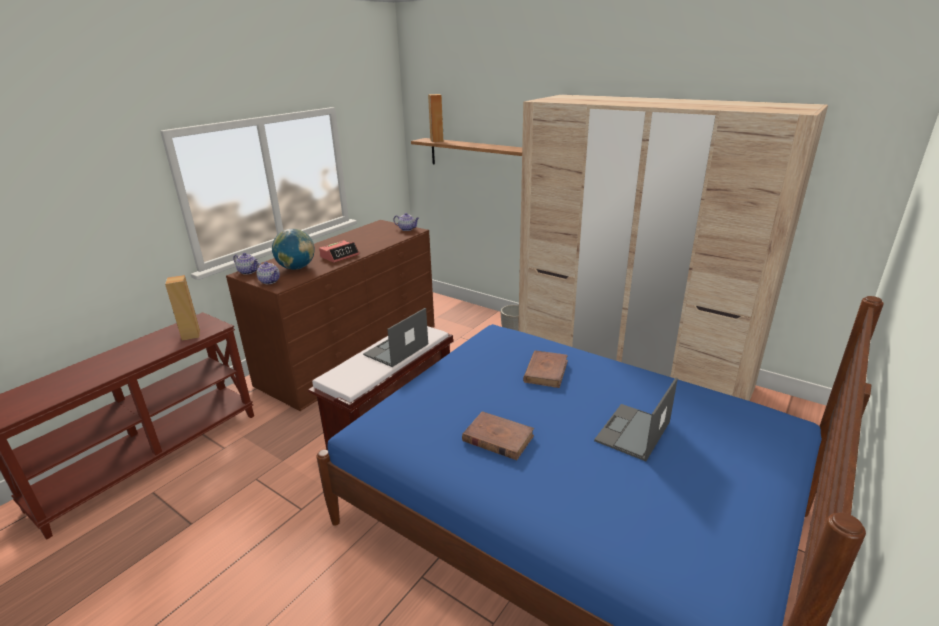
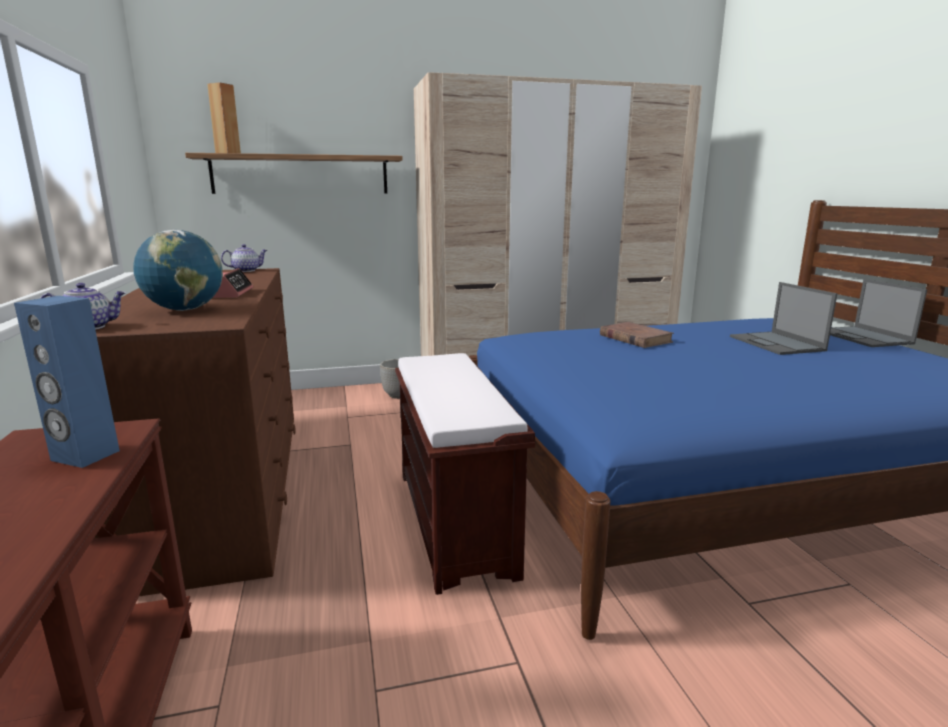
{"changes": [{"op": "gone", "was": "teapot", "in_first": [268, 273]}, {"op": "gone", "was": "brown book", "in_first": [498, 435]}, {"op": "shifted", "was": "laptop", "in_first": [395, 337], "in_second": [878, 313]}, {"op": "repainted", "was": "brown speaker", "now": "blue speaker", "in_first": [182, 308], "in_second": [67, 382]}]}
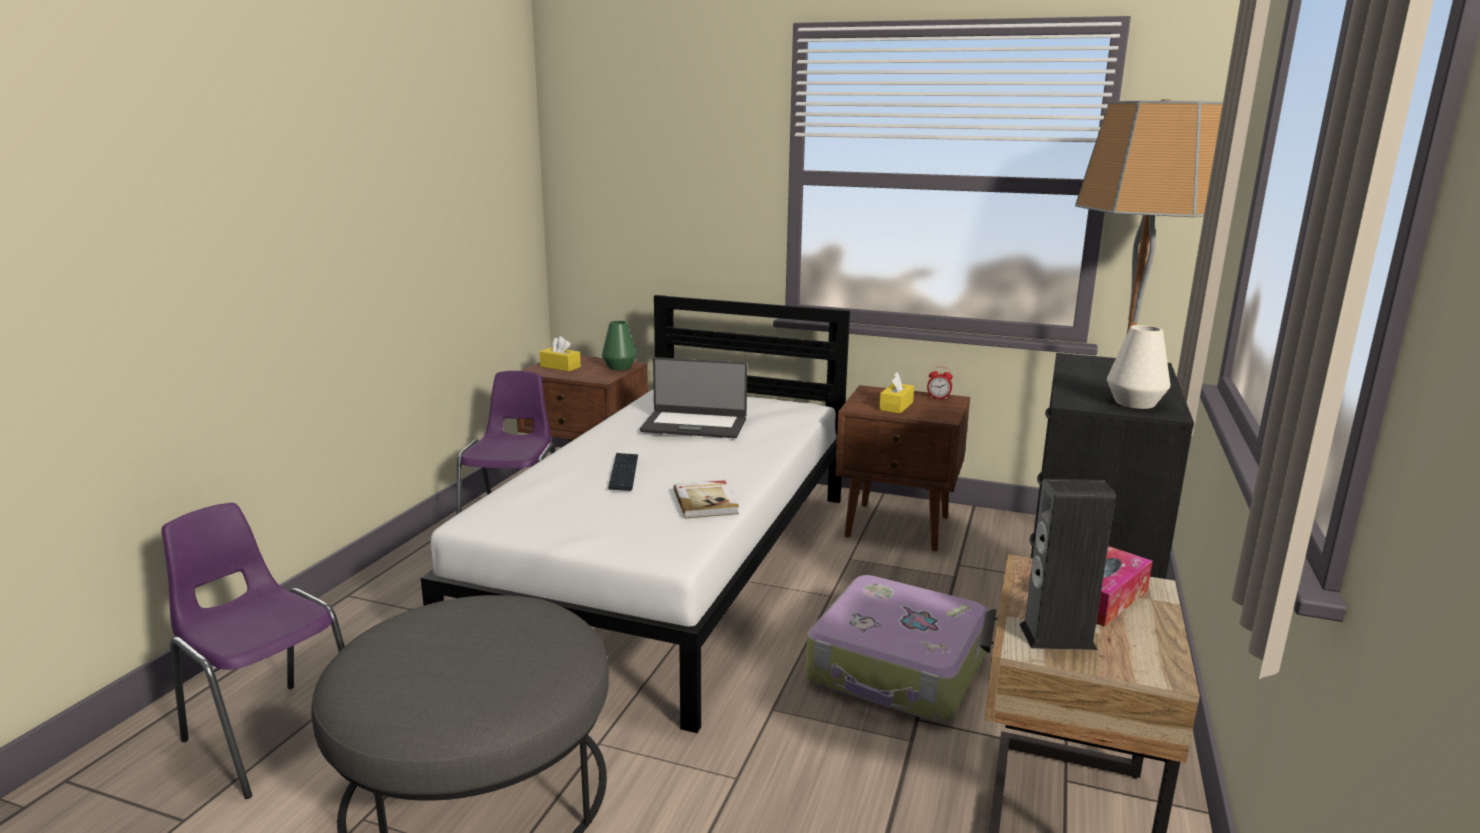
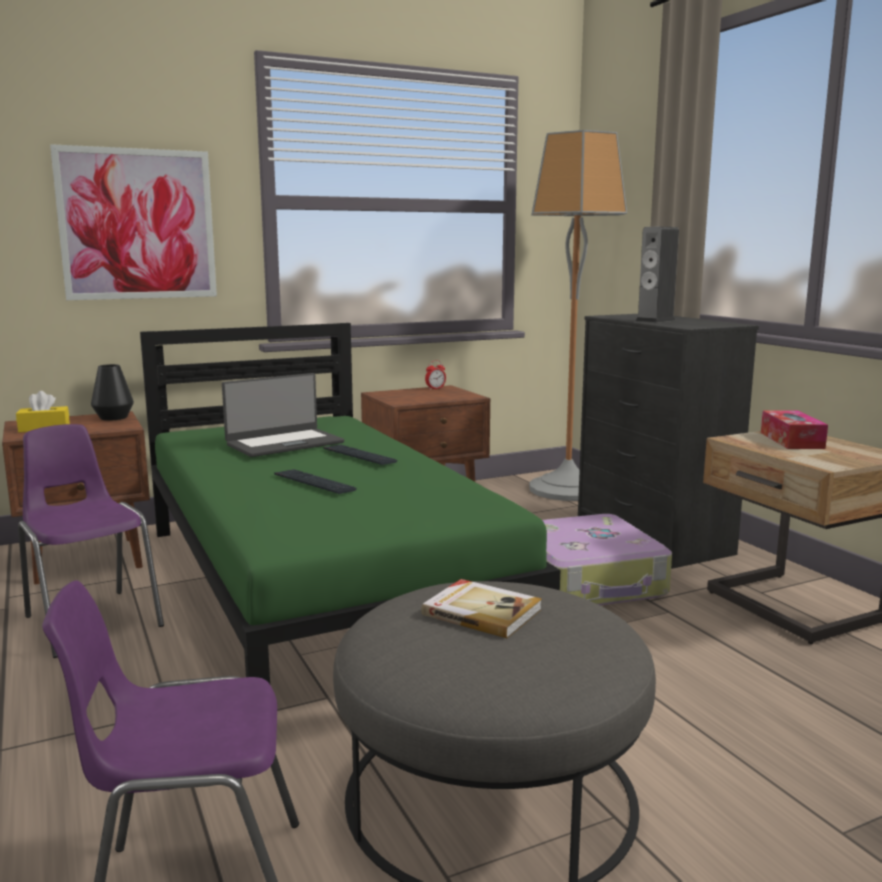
{"changes": [{"op": "gone", "was": "yellow tissue box", "in_first": [896, 393]}, {"op": "gone", "was": "white vase", "in_first": [1138, 367]}, {"op": "new", "now": "picture", "in_second": [133, 222]}, {"op": "new", "now": "keyboard", "in_second": [360, 455]}, {"op": "shifted", "was": "book", "in_first": [706, 499], "in_second": [481, 608]}, {"op": "shifted", "was": "speaker", "in_first": [1067, 564], "in_second": [657, 275]}, {"op": "repainted", "was": "white bed", "now": "green bed", "in_first": [635, 514], "in_second": [350, 503]}, {"op": "repainted", "was": "green vase", "now": "black vase", "in_first": [619, 345], "in_second": [112, 392]}]}
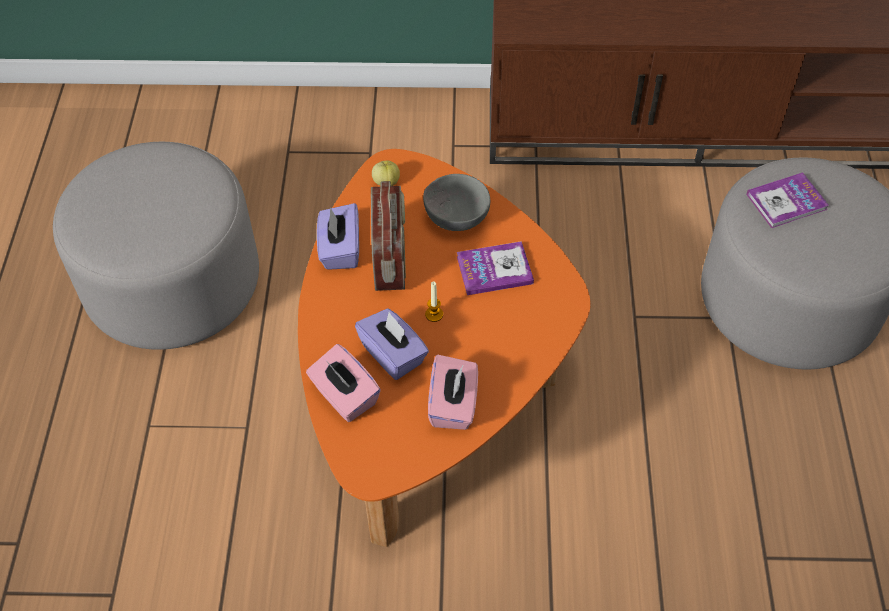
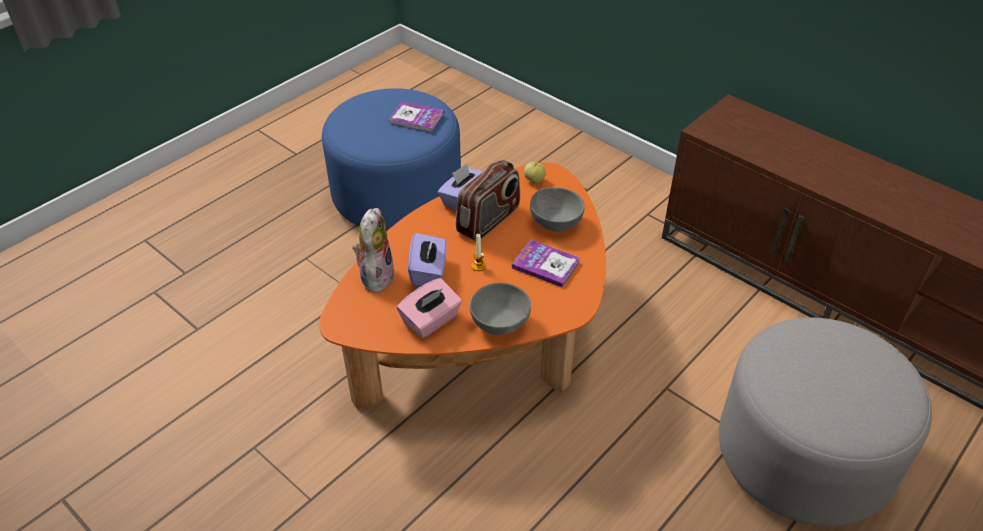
{"changes": [{"op": "new", "now": "grey bowl", "in_second": [500, 309]}, {"op": "shifted", "was": "book", "in_first": [787, 200], "in_second": [416, 116]}, {"op": "swapped", "was": "pink tissue box", "now": "plush toy", "in_first": [343, 383], "in_second": [373, 250]}, {"op": "repainted", "was": "grey ottoman", "now": "blue ottoman", "in_first": [156, 246], "in_second": [391, 159]}]}
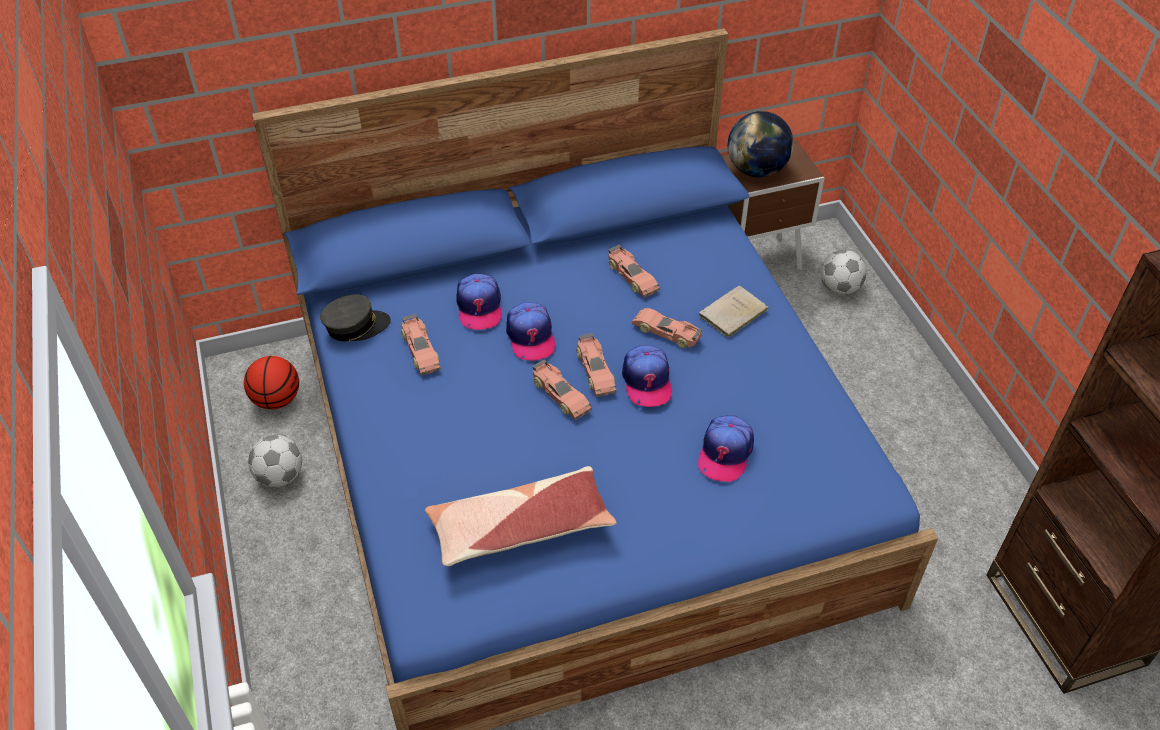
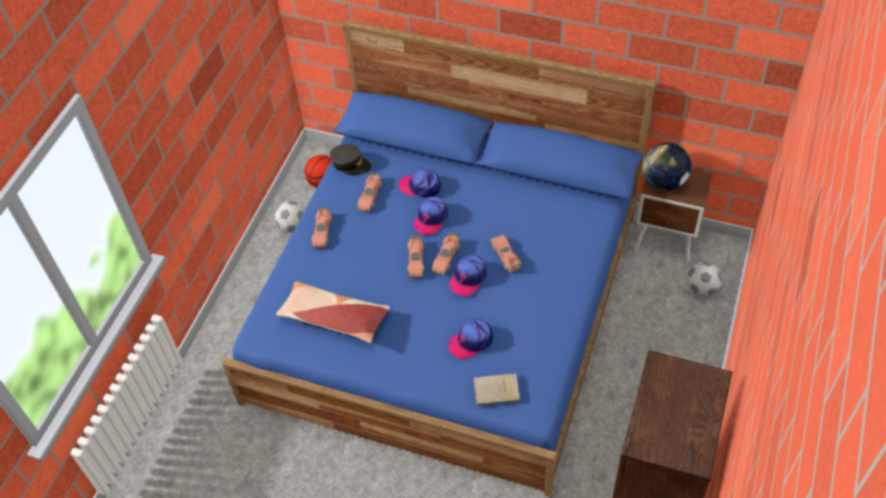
{"changes": [{"op": "shifted", "was": "toy car", "in_first": [634, 271], "in_second": [322, 227]}, {"op": "shifted", "was": "beige book", "in_first": [733, 312], "in_second": [496, 390]}, {"op": "rotated", "was": "cap", "in_first": [479, 302], "in_second": [420, 183], "clockwise": 75}]}
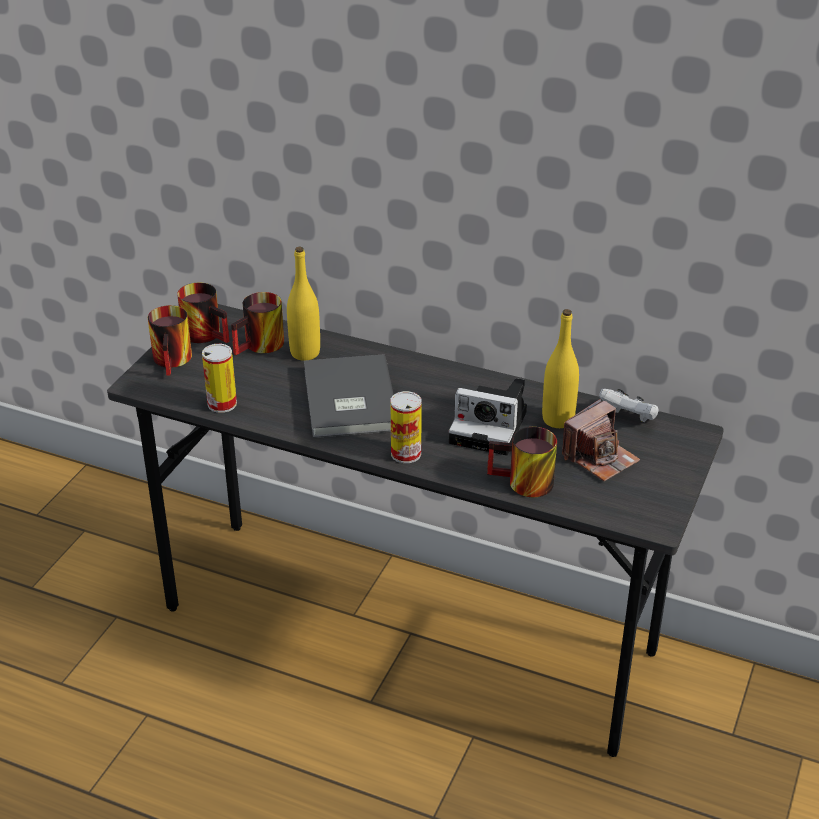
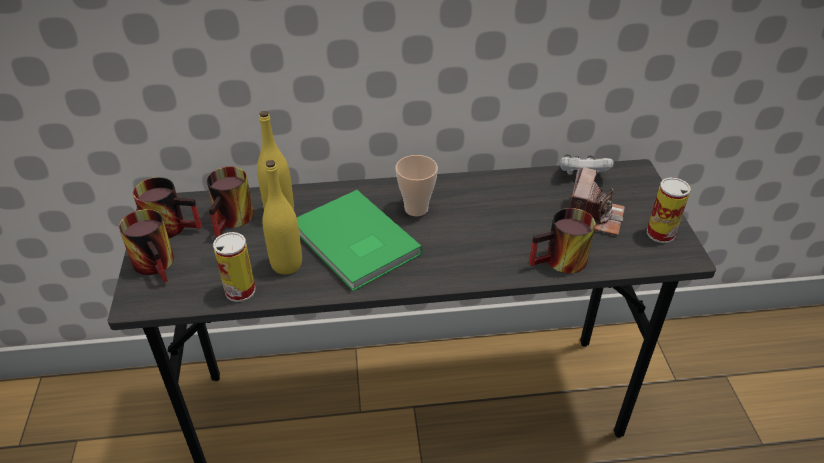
{"changes": [{"op": "gone", "was": "photo camera", "in_first": [488, 416]}, {"op": "new", "now": "cup", "in_second": [416, 185]}, {"op": "shifted", "was": "can", "in_first": [406, 427], "in_second": [669, 210]}, {"op": "shifted", "was": "yellow bottle", "in_first": [560, 368], "in_second": [282, 217]}, {"op": "repainted", "was": "grey book", "now": "green book", "in_first": [349, 396], "in_second": [360, 240]}]}
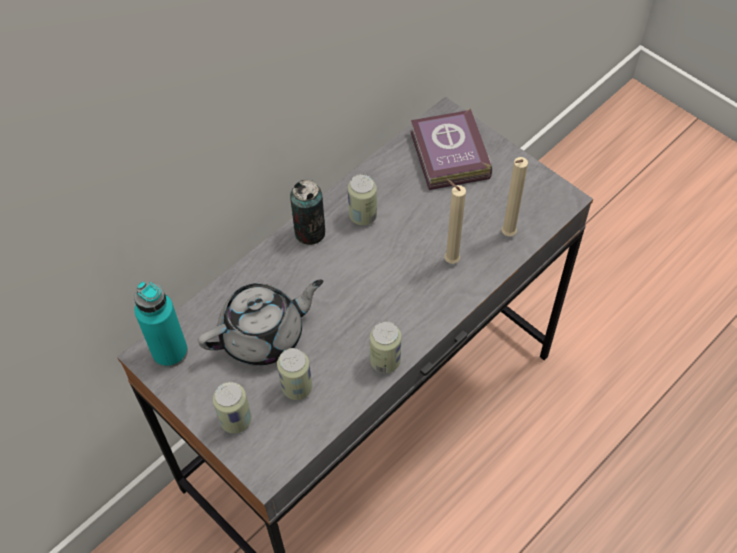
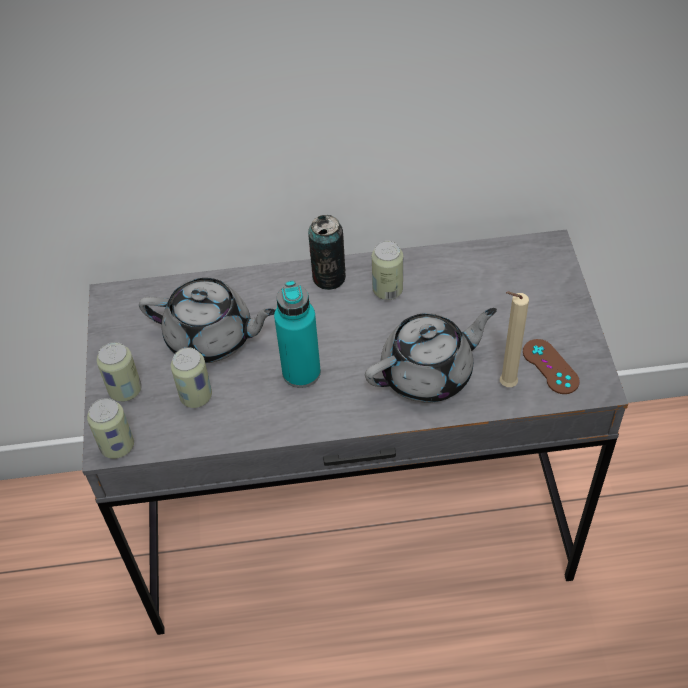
{"changes": [{"op": "gone", "was": "book", "in_first": [451, 149]}, {"op": "new", "now": "brown game controller", "in_second": [551, 366]}, {"op": "shifted", "was": "turquoise bottle", "in_first": [161, 324], "in_second": [297, 334]}, {"op": "shifted", "was": "can", "in_first": [385, 347], "in_second": [110, 428]}, {"op": "swapped", "was": "beige candle", "now": "grey teapot", "in_first": [455, 221], "in_second": [431, 355]}]}
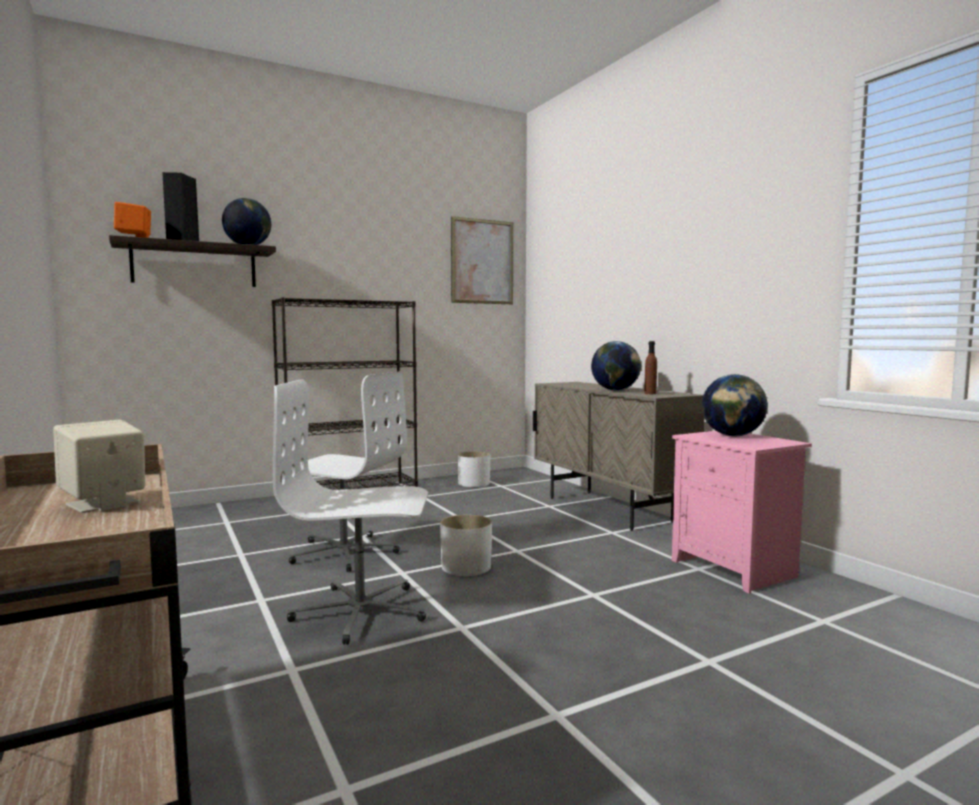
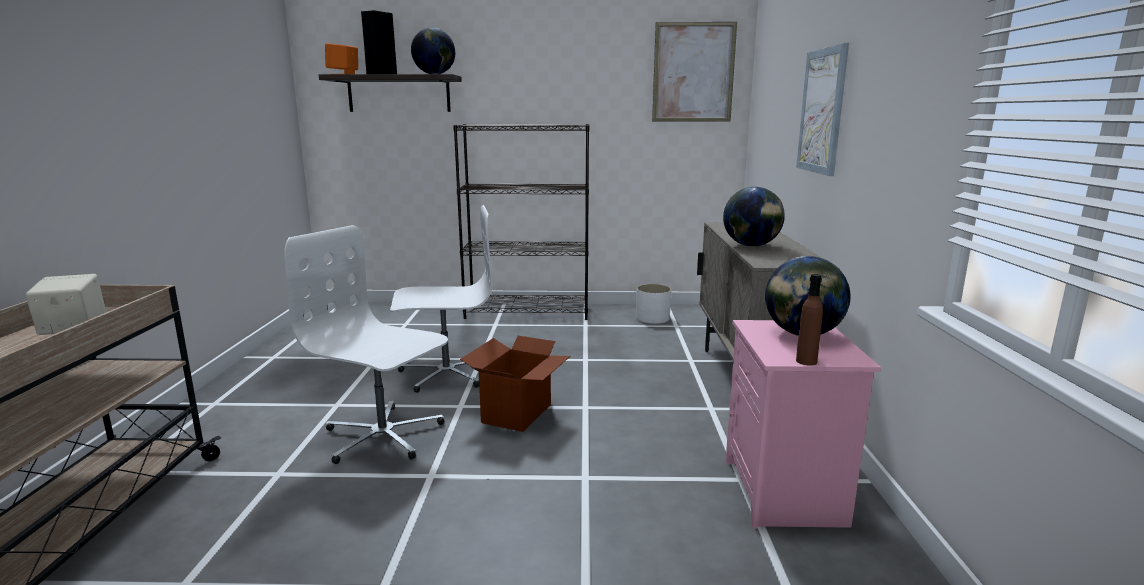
{"changes": [{"op": "new", "now": "picture", "in_second": [822, 109]}, {"op": "shifted", "was": "brown bottle", "in_first": [650, 367], "in_second": [809, 319]}, {"op": "swapped", "was": "white planter", "now": "cardboard box", "in_first": [466, 545], "in_second": [515, 384]}, {"op": "rotated", "was": "white office chair", "in_first": [348, 471], "in_second": [441, 299], "clockwise": -60}]}
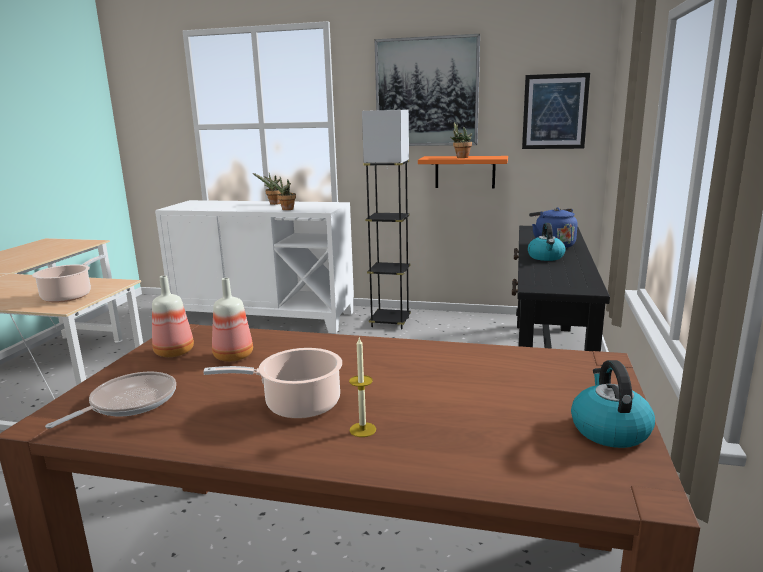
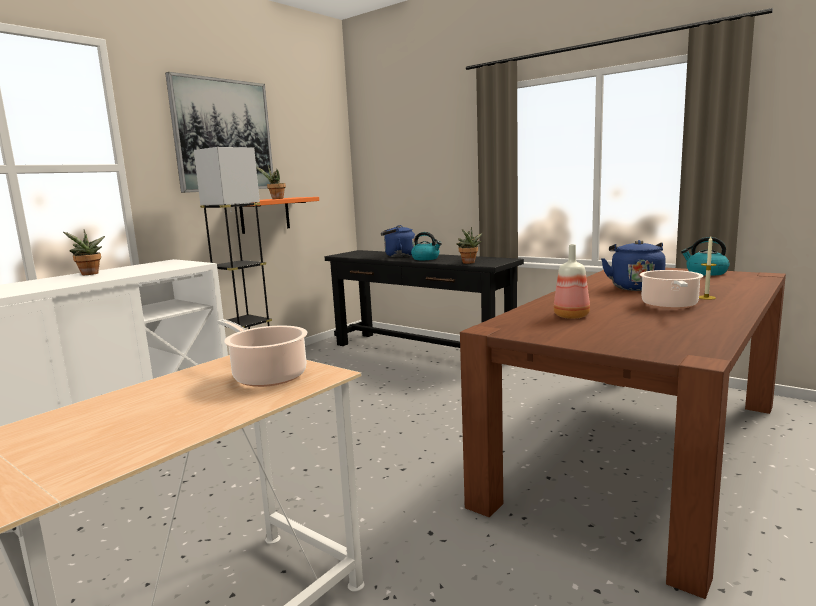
{"changes": [{"op": "gone", "was": "frying pan", "in_first": [110, 400]}, {"op": "gone", "was": "bottle", "in_first": [173, 316]}, {"op": "gone", "was": "picture", "in_first": [556, 111]}, {"op": "new", "now": "blue kettle", "in_second": [633, 265]}, {"op": "shifted", "was": "potted plant", "in_first": [280, 193], "in_second": [469, 245]}]}
